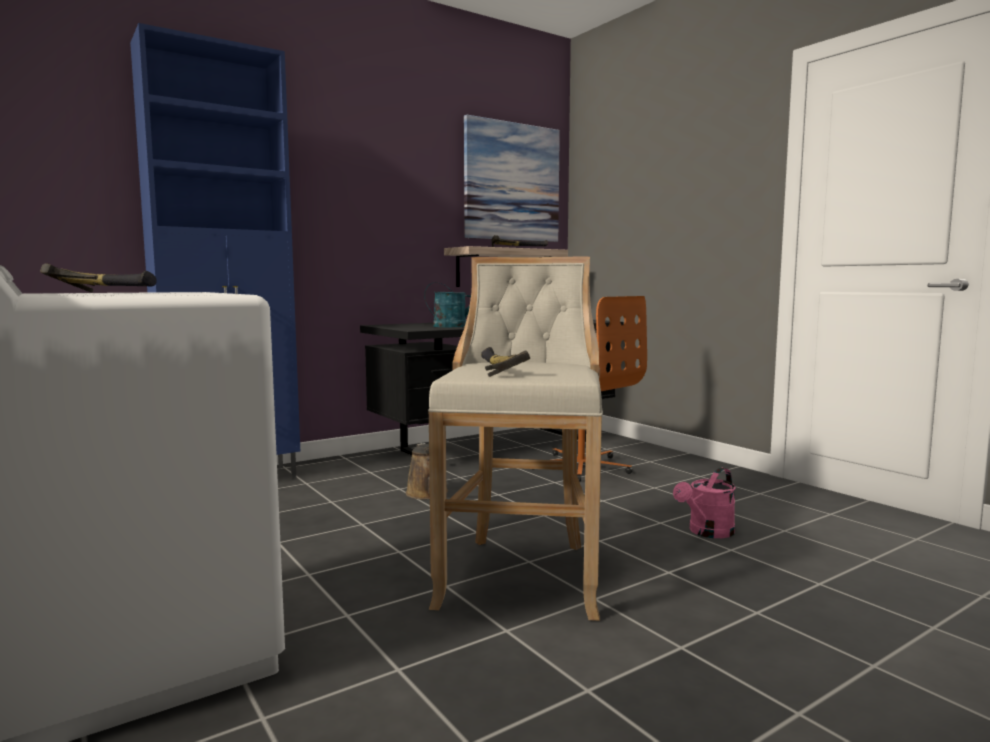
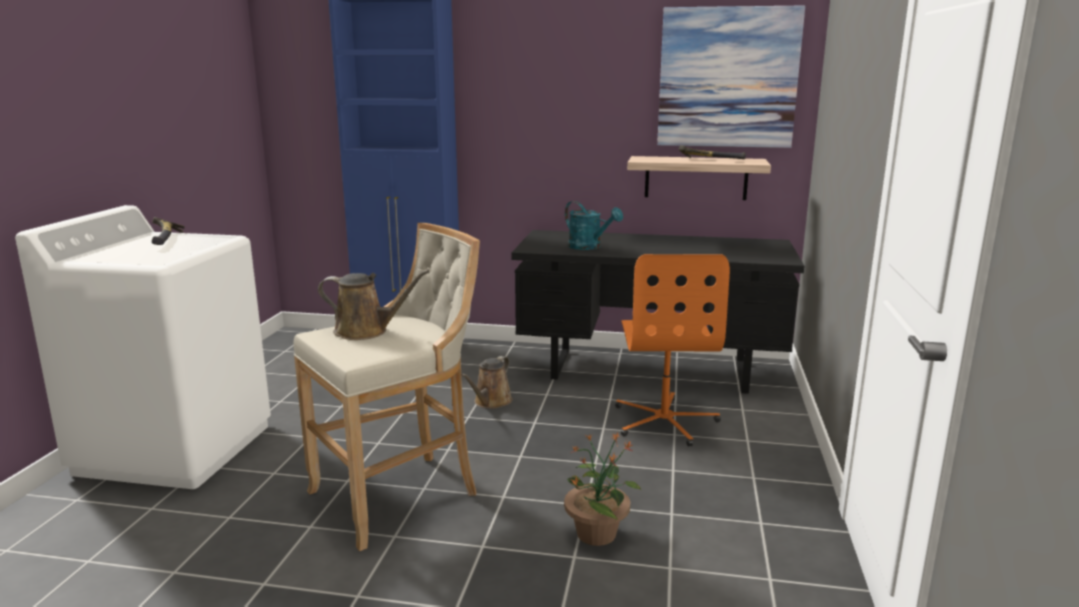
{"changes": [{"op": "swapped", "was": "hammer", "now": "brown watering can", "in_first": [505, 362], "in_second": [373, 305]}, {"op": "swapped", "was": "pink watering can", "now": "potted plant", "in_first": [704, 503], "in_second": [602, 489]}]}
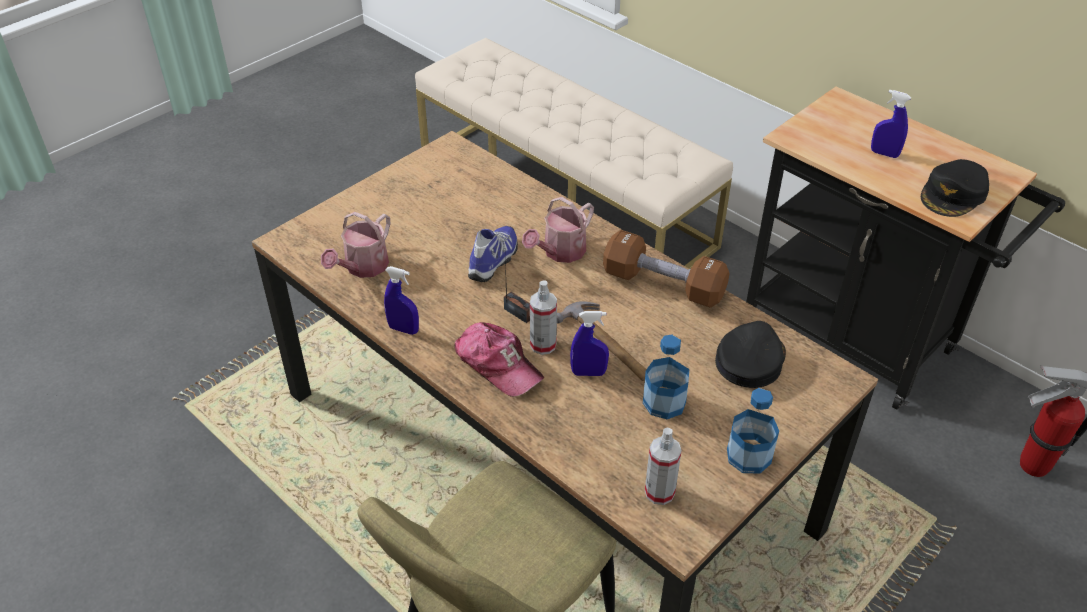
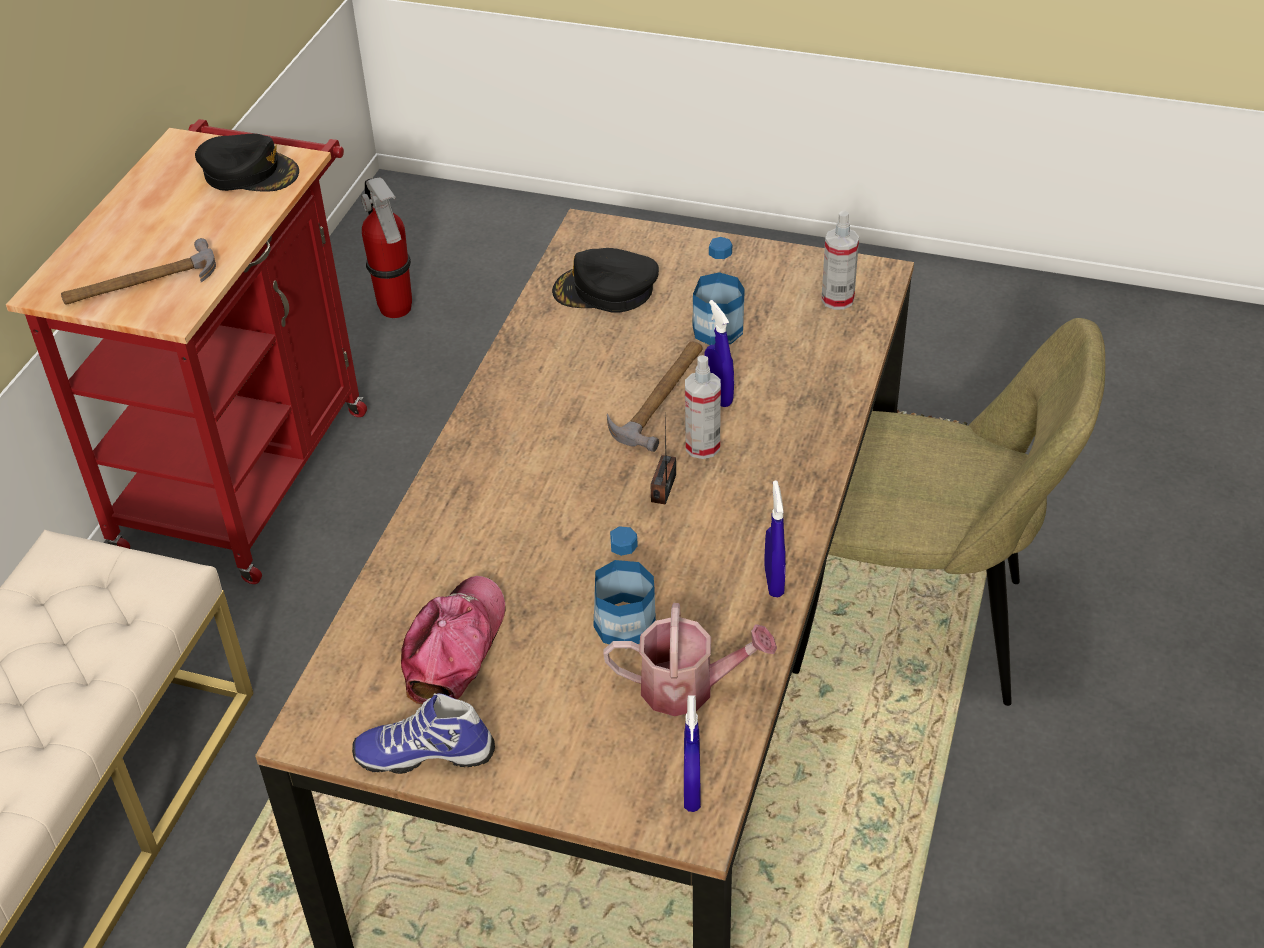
{"changes": [{"op": "gone", "was": "watering can", "in_first": [558, 230]}, {"op": "gone", "was": "brown dumbbell", "in_first": [666, 269]}, {"op": "new", "now": "hammer", "in_second": [138, 271]}, {"op": "shifted", "was": "cap", "in_first": [499, 359], "in_second": [453, 640]}, {"op": "shifted", "was": "shoe", "in_first": [493, 254], "in_second": [423, 733]}, {"op": "shifted", "was": "bottle", "in_first": [753, 430], "in_second": [624, 587]}, {"op": "shifted", "was": "blue spray bottle", "in_first": [891, 124], "in_second": [692, 753]}, {"op": "repainted", "was": "black cart", "now": "red cart", "in_first": [905, 248], "in_second": [186, 351]}]}
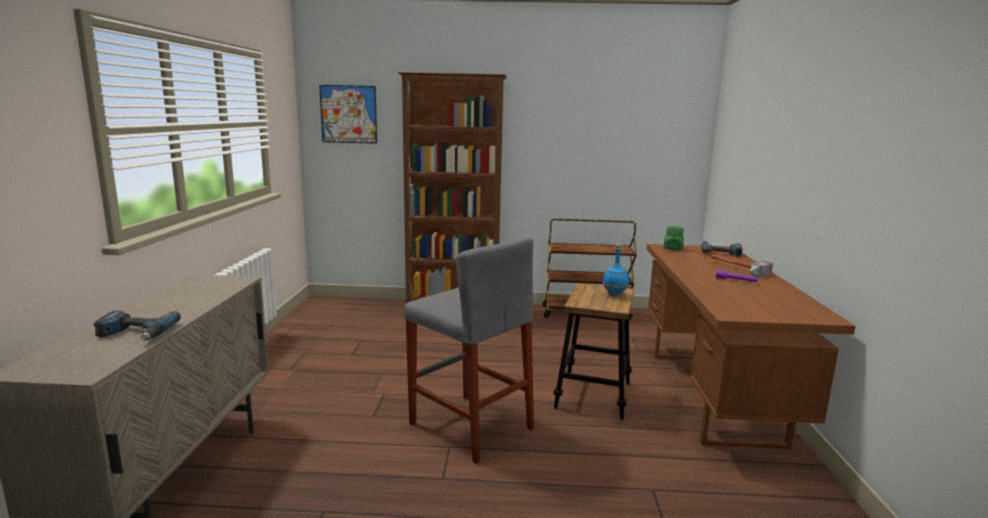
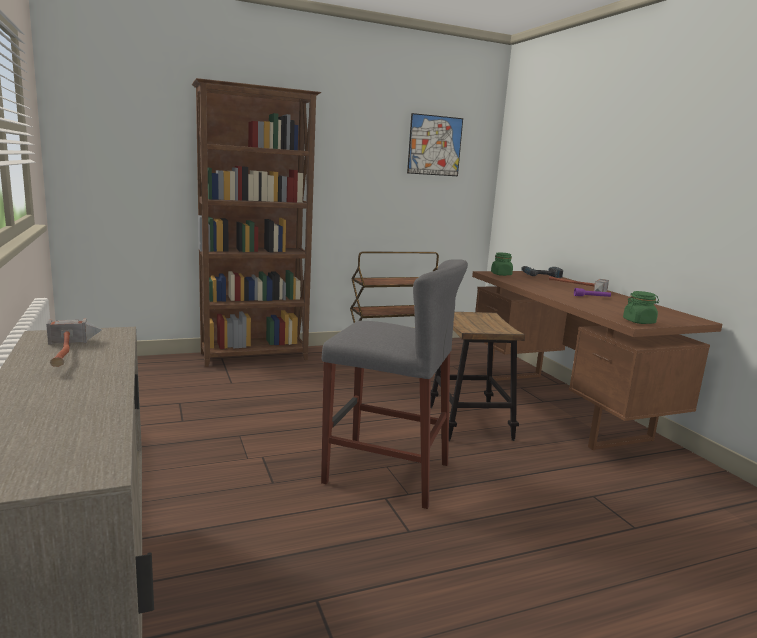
{"changes": [{"op": "gone", "was": "power drill", "in_first": [137, 325]}, {"op": "gone", "was": "blue bottle", "in_first": [615, 270]}, {"op": "new", "now": "hammer", "in_second": [74, 342]}, {"op": "new", "now": "green jar", "in_second": [641, 307]}, {"op": "shifted", "was": "picture", "in_first": [348, 114], "in_second": [435, 144]}]}
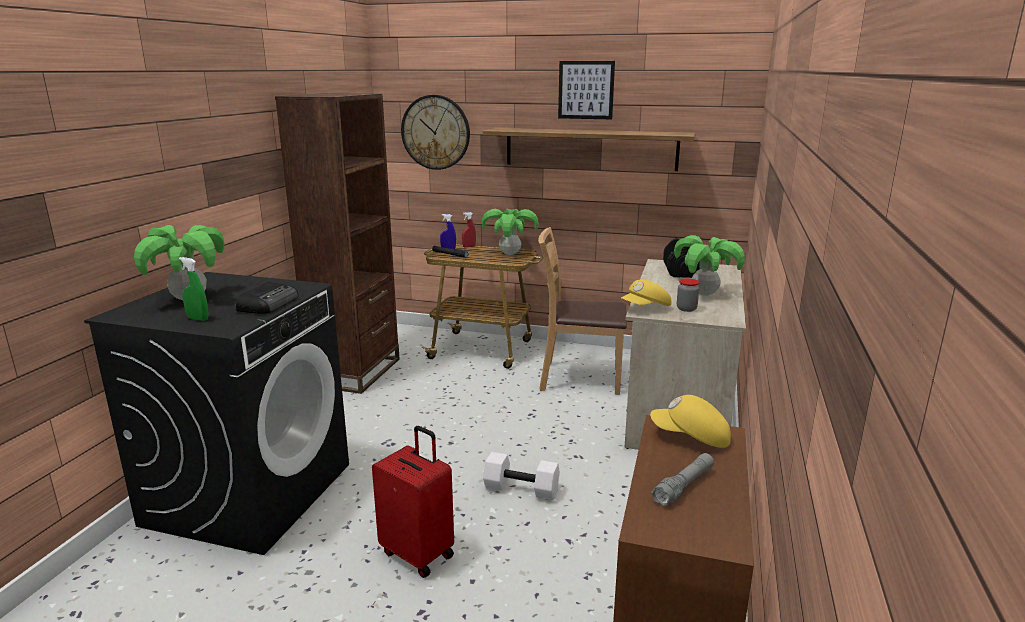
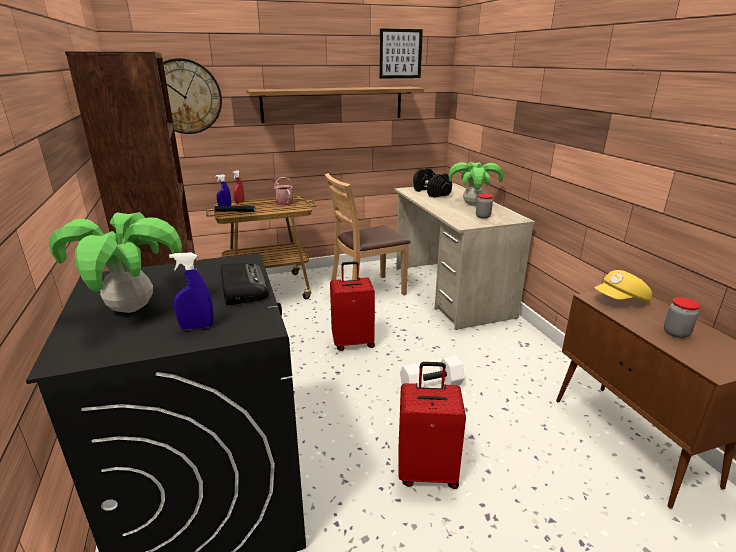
{"changes": [{"op": "gone", "was": "yellow cap", "in_first": [646, 292]}, {"op": "new", "now": "red suitcase", "in_second": [352, 306]}, {"op": "shifted", "was": "picture", "in_first": [586, 90], "in_second": [401, 53]}, {"op": "swapped", "was": "potted plant", "now": "watering can", "in_first": [510, 232], "in_second": [283, 191]}, {"op": "swapped", "was": "grey flashlight", "now": "jar", "in_first": [682, 480], "in_second": [682, 317]}, {"op": "repainted", "was": "green spray bottle", "now": "blue spray bottle", "in_first": [194, 289], "in_second": [191, 291]}]}
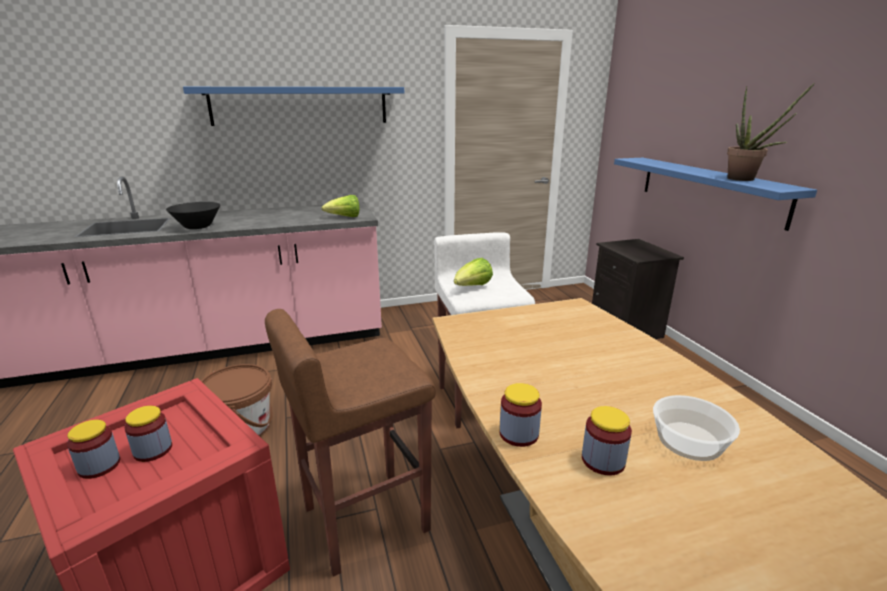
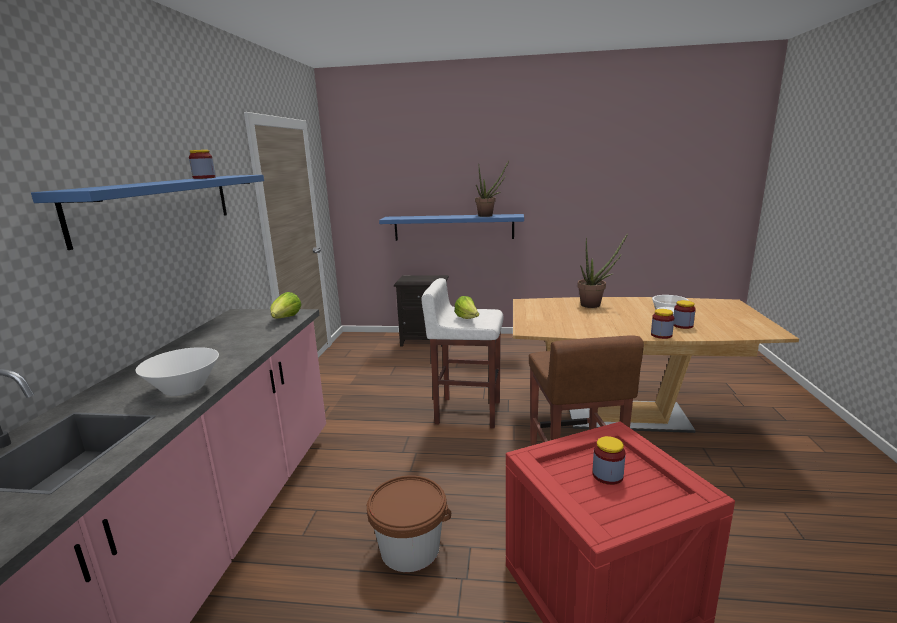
{"changes": [{"op": "new", "now": "potted plant", "in_second": [602, 270]}, {"op": "shifted", "was": "jar", "in_first": [93, 449], "in_second": [202, 164]}, {"op": "repainted", "was": "black bowl", "now": "white bowl", "in_first": [193, 215], "in_second": [177, 371]}]}
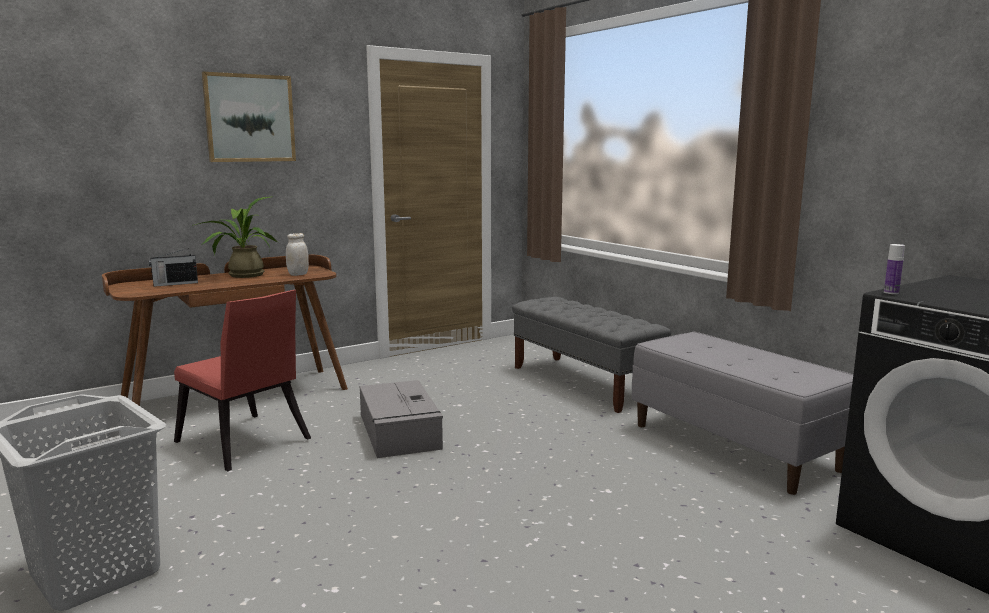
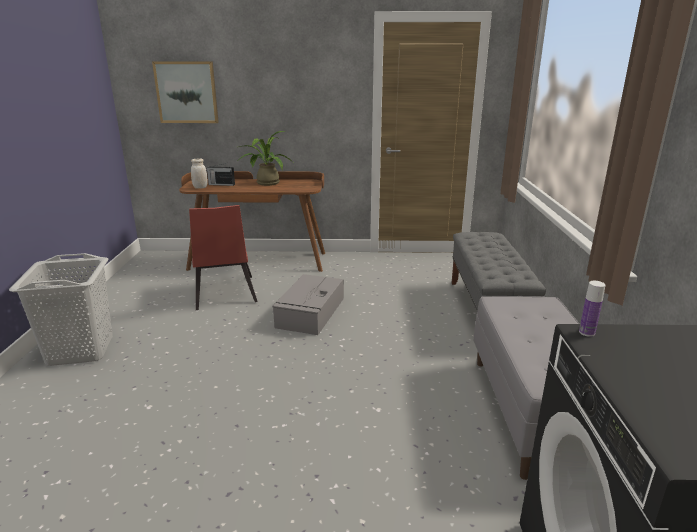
{"changes": [{"op": "shifted", "was": "picture", "in_first": [249, 117], "in_second": [185, 92]}, {"op": "shifted", "was": "white jar", "in_first": [297, 254], "in_second": [199, 173]}]}
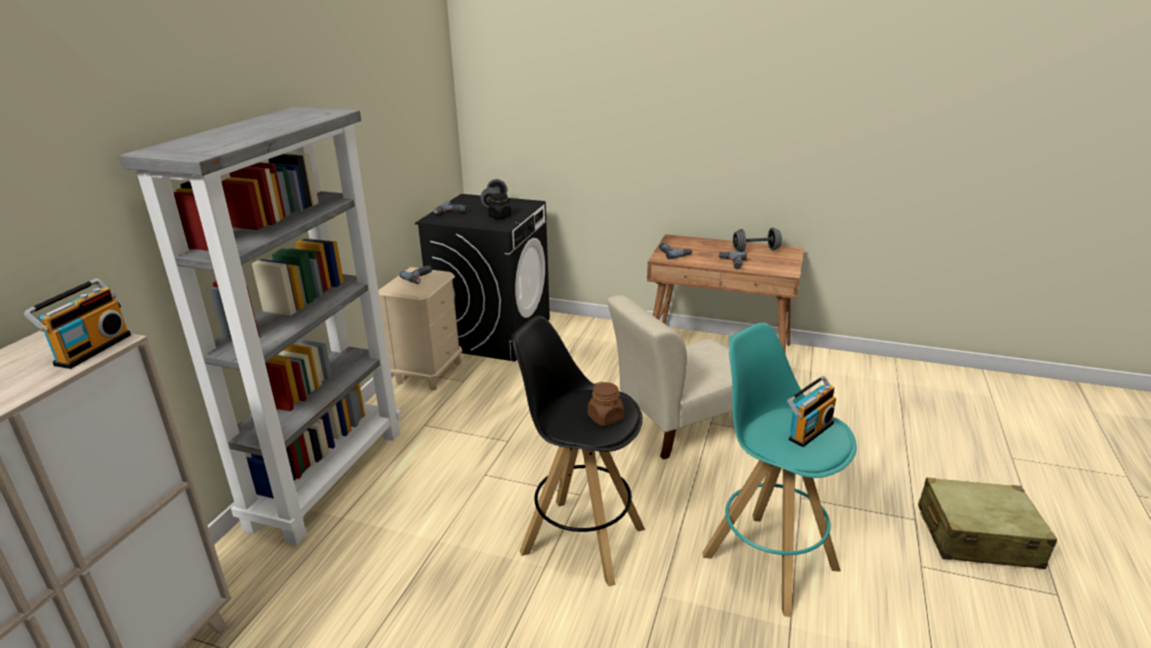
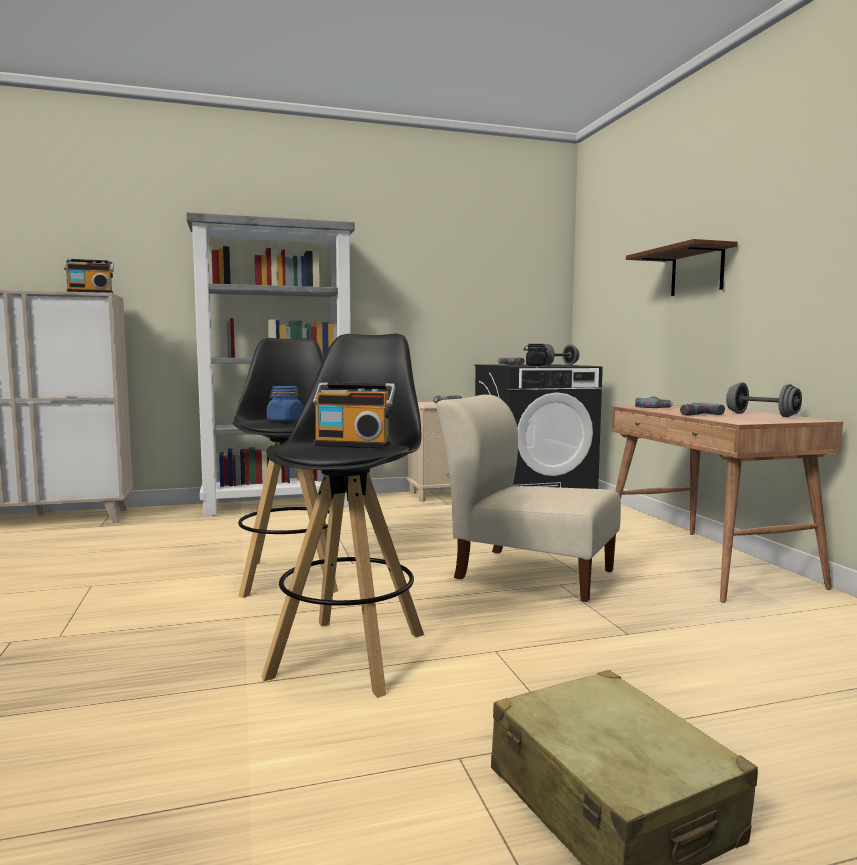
{"changes": [{"op": "new", "now": "brown shelf", "in_second": [681, 267]}, {"op": "repainted", "was": "brown jar", "now": "blue jar", "in_first": [606, 403], "in_second": [285, 404]}, {"op": "repainted", "was": "turquoise stool", "now": "black stool", "in_first": [779, 470], "in_second": [342, 516]}]}
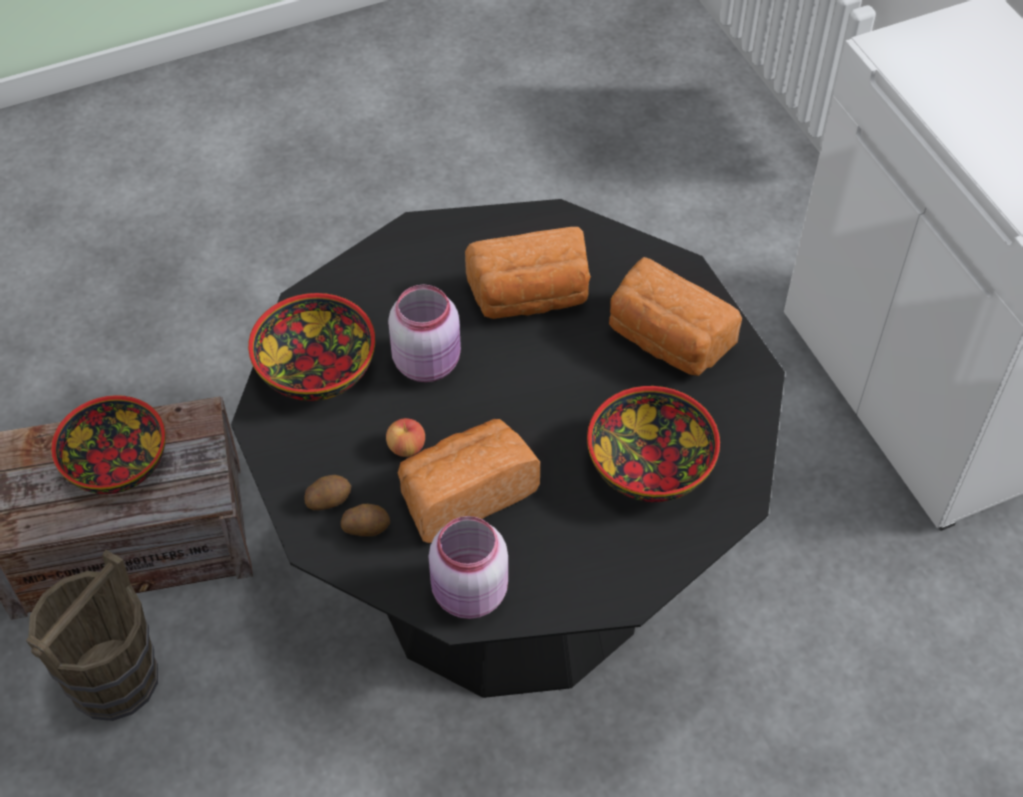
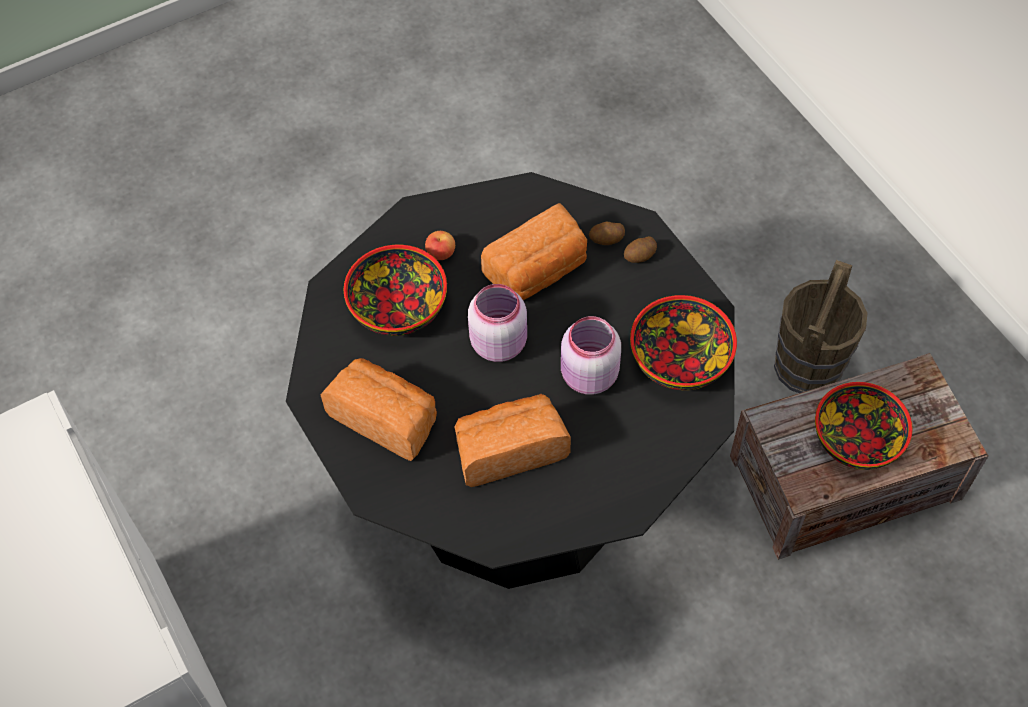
{"changes": [{"op": "shifted", "was": "apple", "in_first": [405, 437], "in_second": [440, 245]}, {"op": "shifted", "was": "pink jar", "in_first": [468, 567], "in_second": [497, 323]}]}
